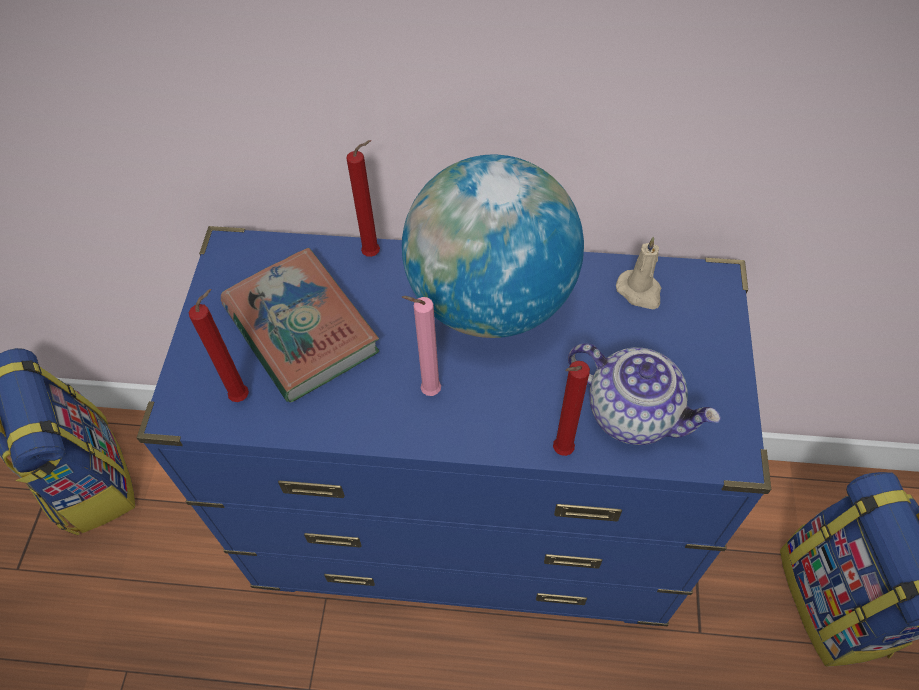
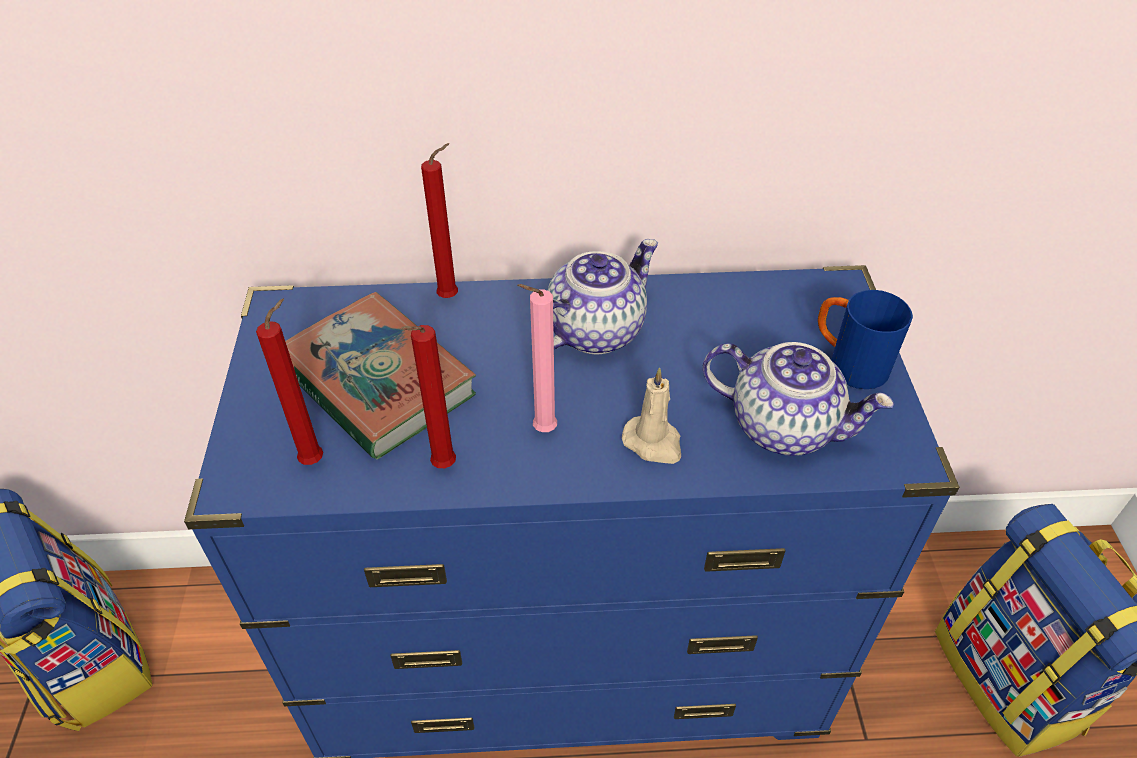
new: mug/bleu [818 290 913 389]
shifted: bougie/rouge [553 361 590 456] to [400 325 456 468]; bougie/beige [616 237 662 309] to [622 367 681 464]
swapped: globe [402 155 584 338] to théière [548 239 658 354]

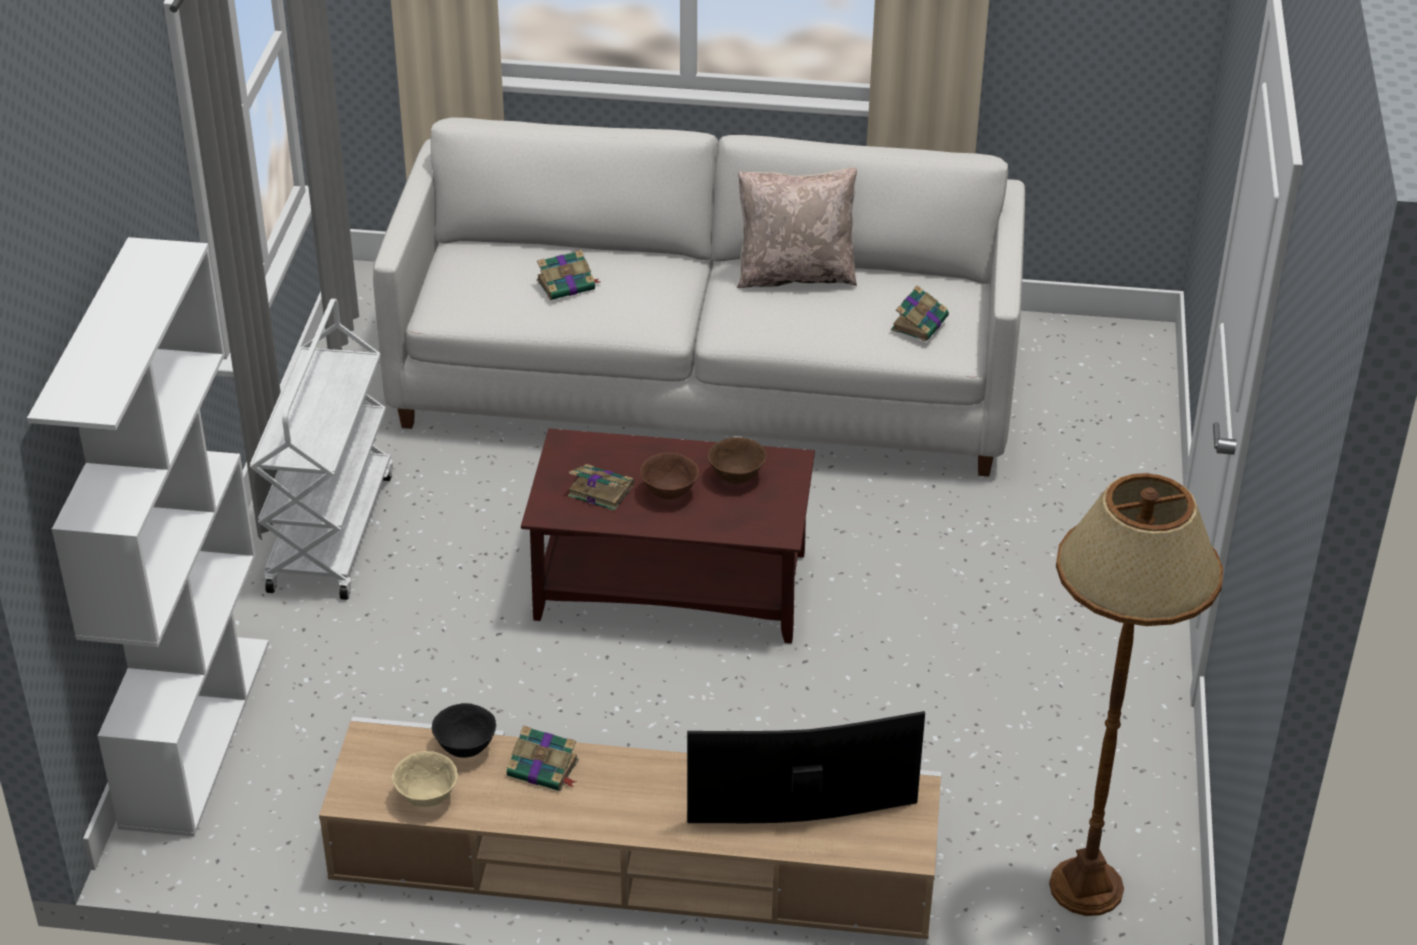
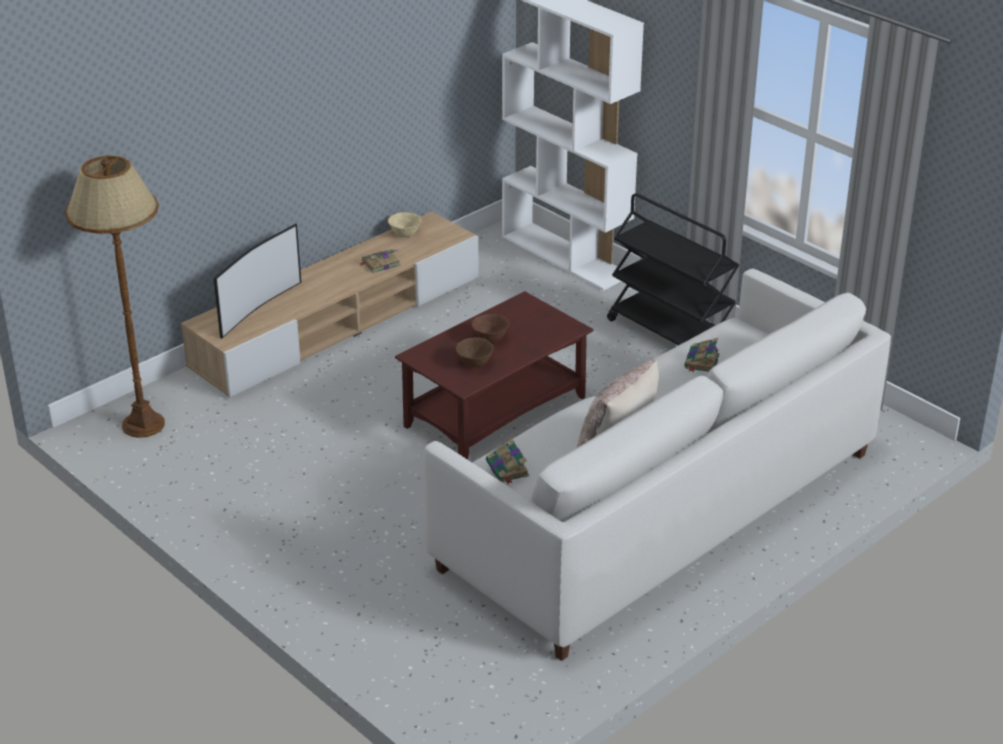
gone: bol/noir [432 703 496 758]; livre [568 464 634 511]
repainted: chariot/blanc [250 299 393 600] to chariot/noir [607 193 739 345]

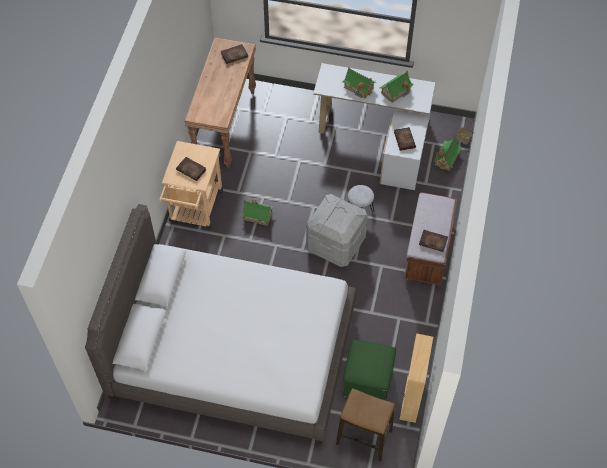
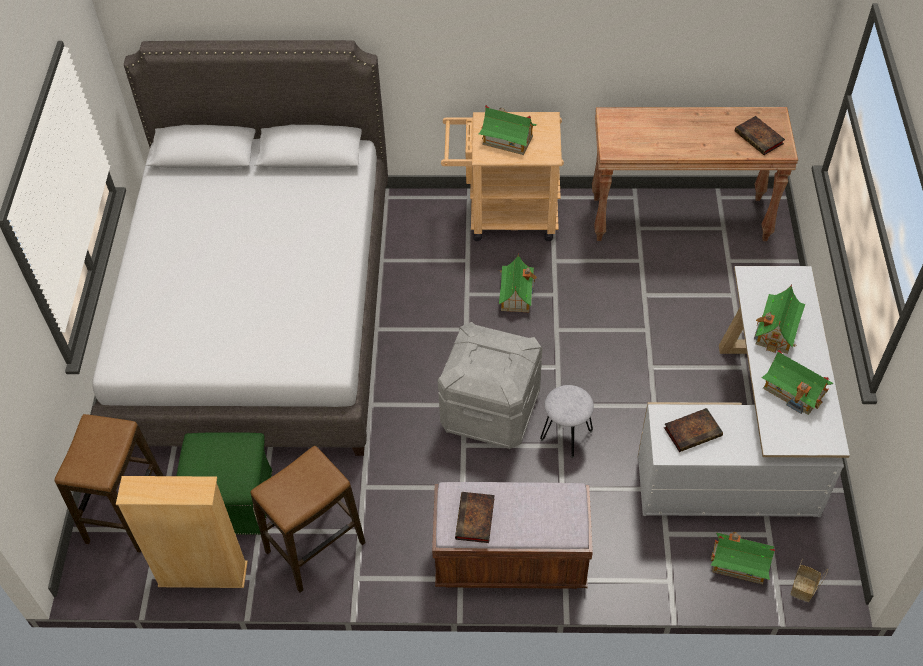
new: tabouret [251 446 366 593]
swapped: livre [176 157 206 181] to maison miniature [479 105 537 155]

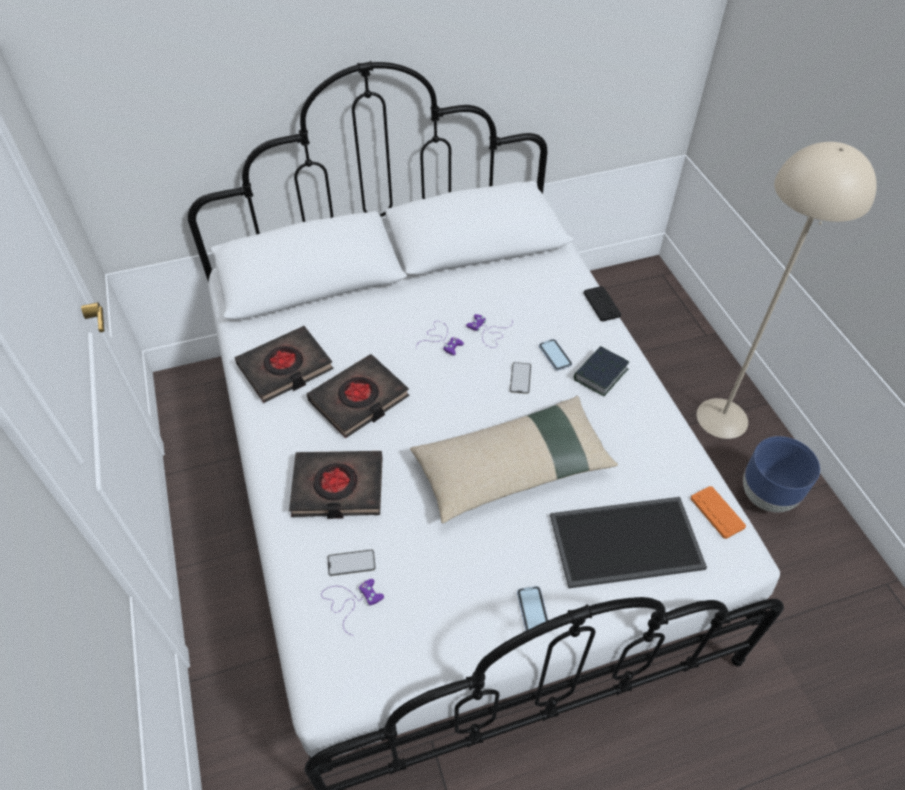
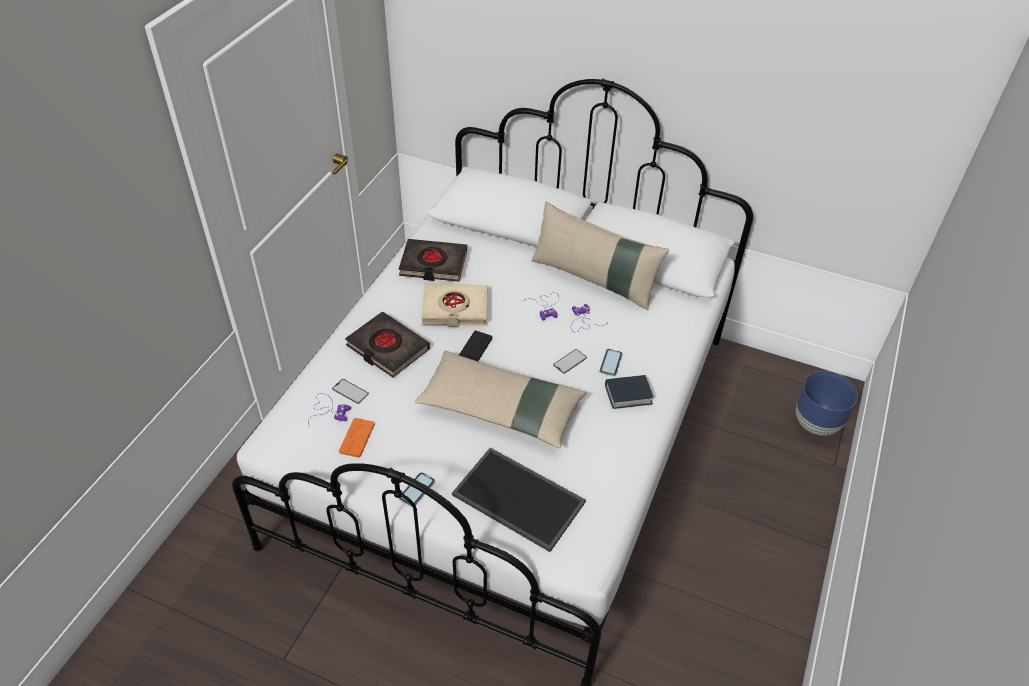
gone: lampadaire/beige [696 142 877 439]
new: coussin/beige [531 202 669 310]
shifted: manette/noir [584 286 621 322] to [459 331 492 361]; manette/orange [691 486 746 539] to [339 418 375 458]; cache-pot/bleu [743 436 820 513] to [796 371 858 436]
repainted: livre/noir [307 354 410 438] to livre/beige [421 284 487 327]

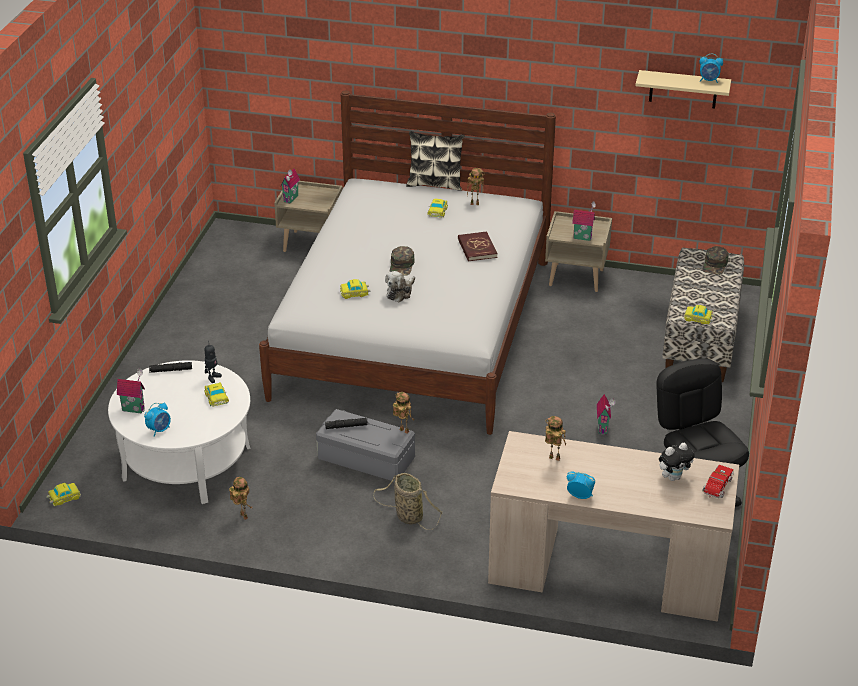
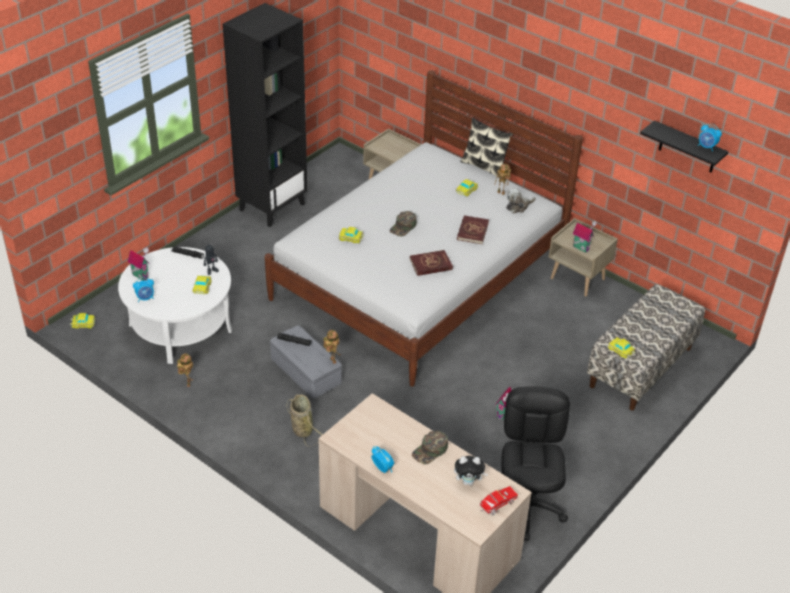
gone: maison miniature [280 168 300 204]; robot jouet [545 416 566 461]
new: bibliothèque/noir [223 3 307 227]; livre/rouge [410 250 453 276]
shifted: peluche [385 271 415 302] to [506 188 536 213]; casquette/vert [703 246 729 275] to [412 431 448 464]
repainted: étagère/beige [635 70 731 108] to étagère/noir [640 120 728 173]

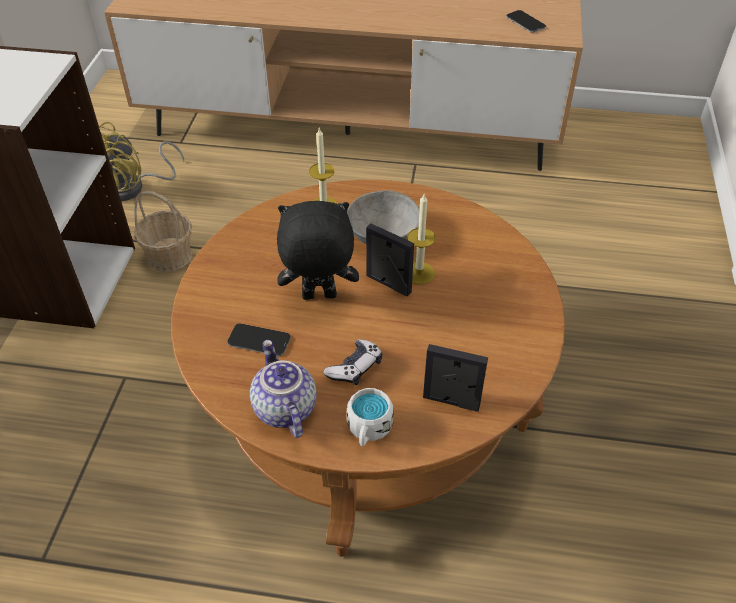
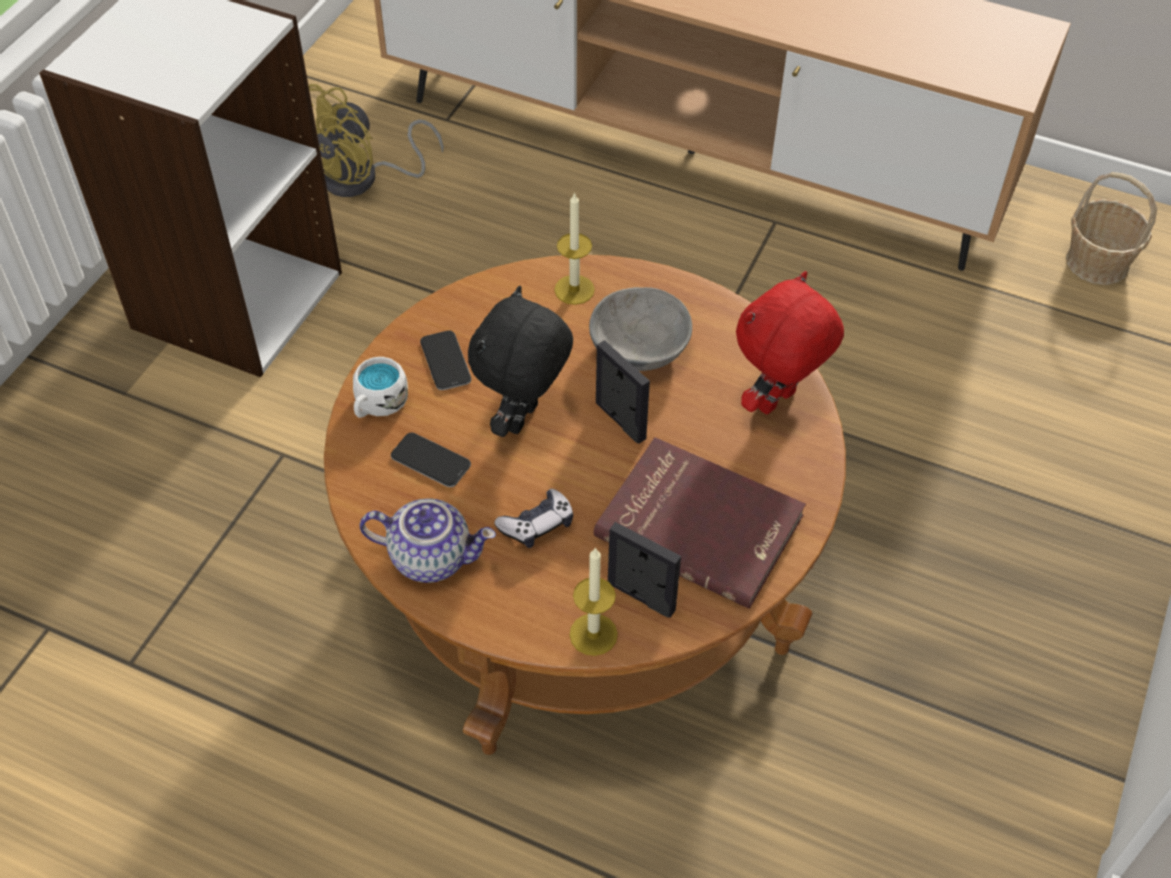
new: livre/rouge [594 437 806 609]; peluche/rouge [736 271 844 414]
shifted: panier [134 191 192 272] to [1066 172 1157 285]; mug/blanc [347 388 394 446] to [353 357 408 418]; bougie [407 194 436 285] to [569 547 618 656]; téléphone [506 10 546 33] to [420 331 471 390]
rotated: théière [250 340 317 438] = [360 499 496 583] 105 degrees clockwise; peluche/noir [277 201 359 300] = [468 286 573 437] 75 degrees counterclockwise

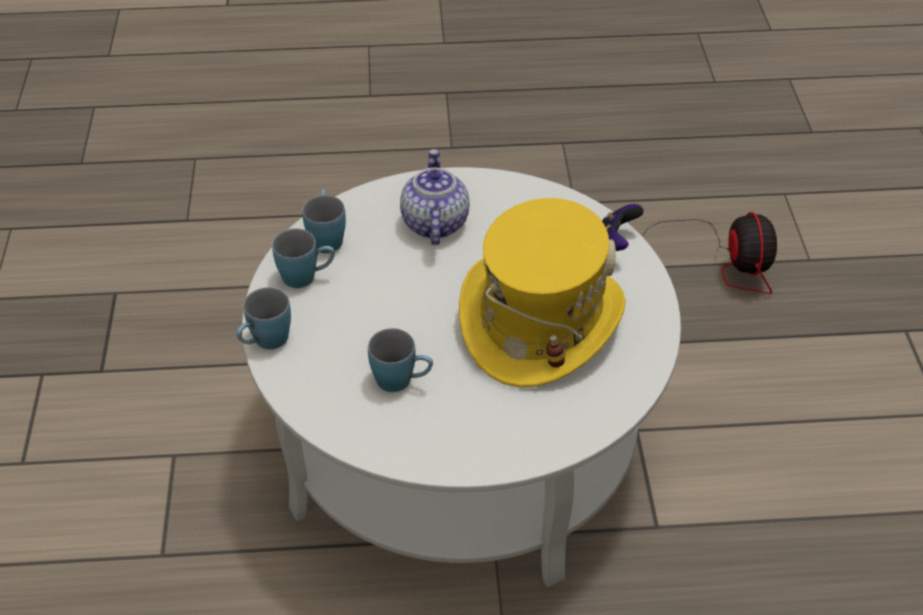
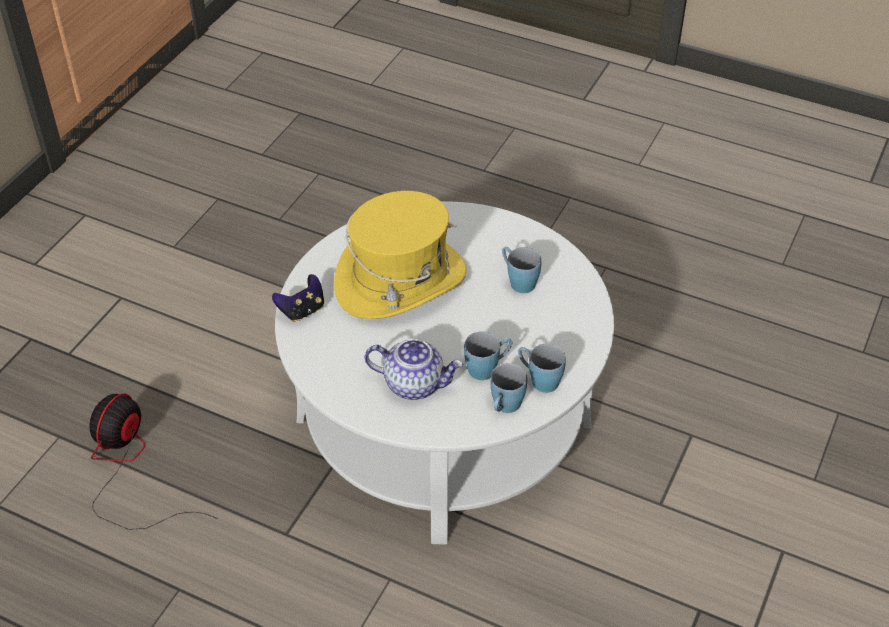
shifted: mug/bleu [236 287 291 349] to [464 331 512 380]
rotated: théière [400 149 470 245] = [365 339 463 400] 105 degrees counterclockwise

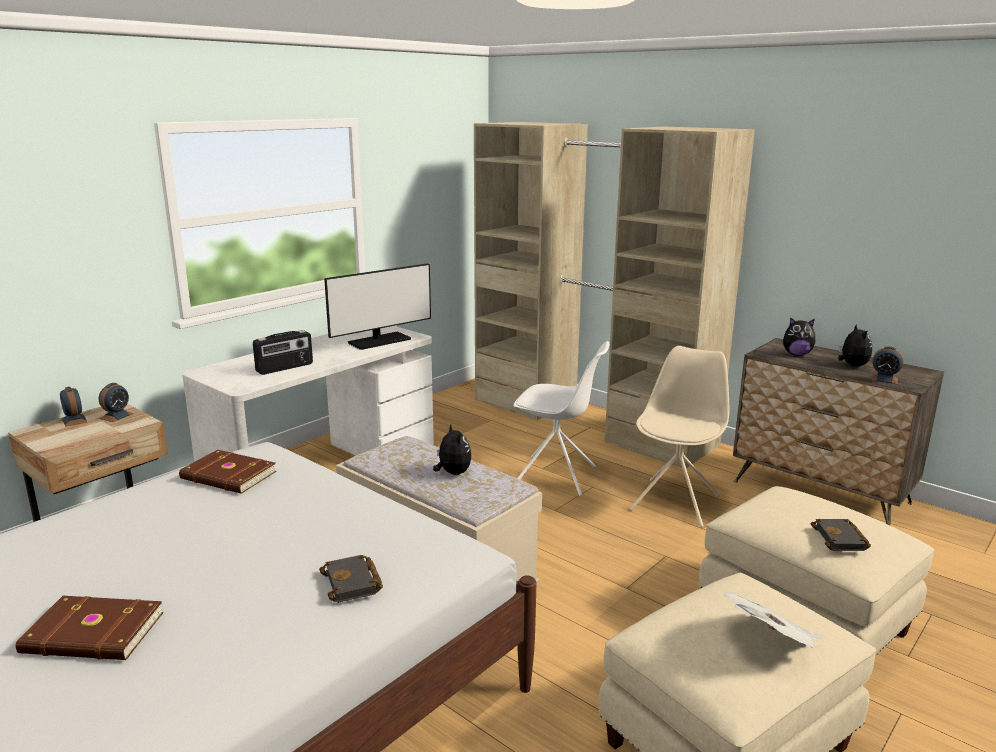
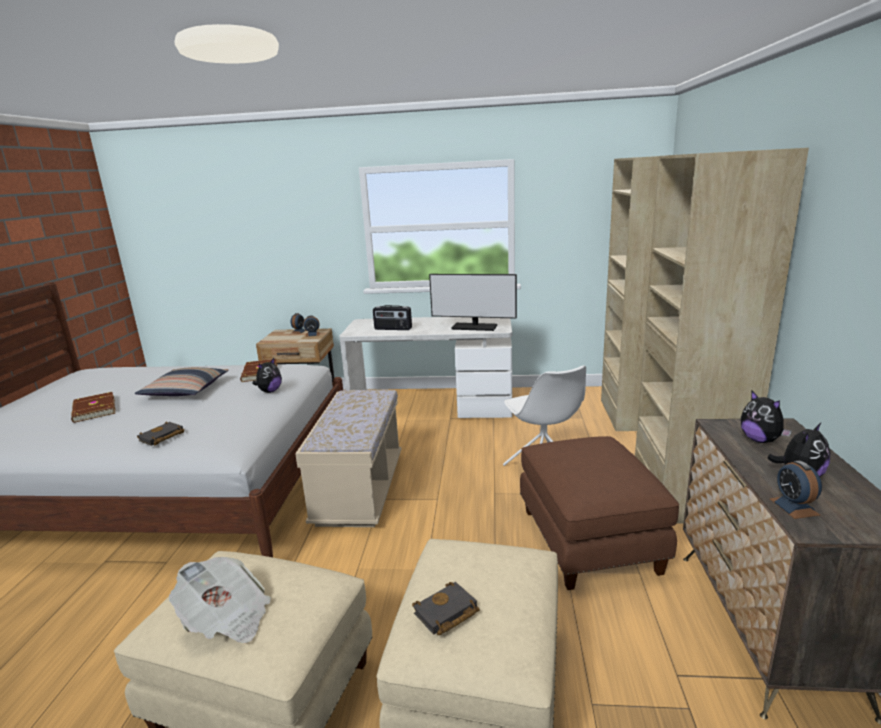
new: coussin [134 367 229 396]
shifted: peluche [433 424 472 475] to [252 358 282 393]
swapped: chaise/beige [629 346 729 528] to pouf/marron [520 436 679 590]

